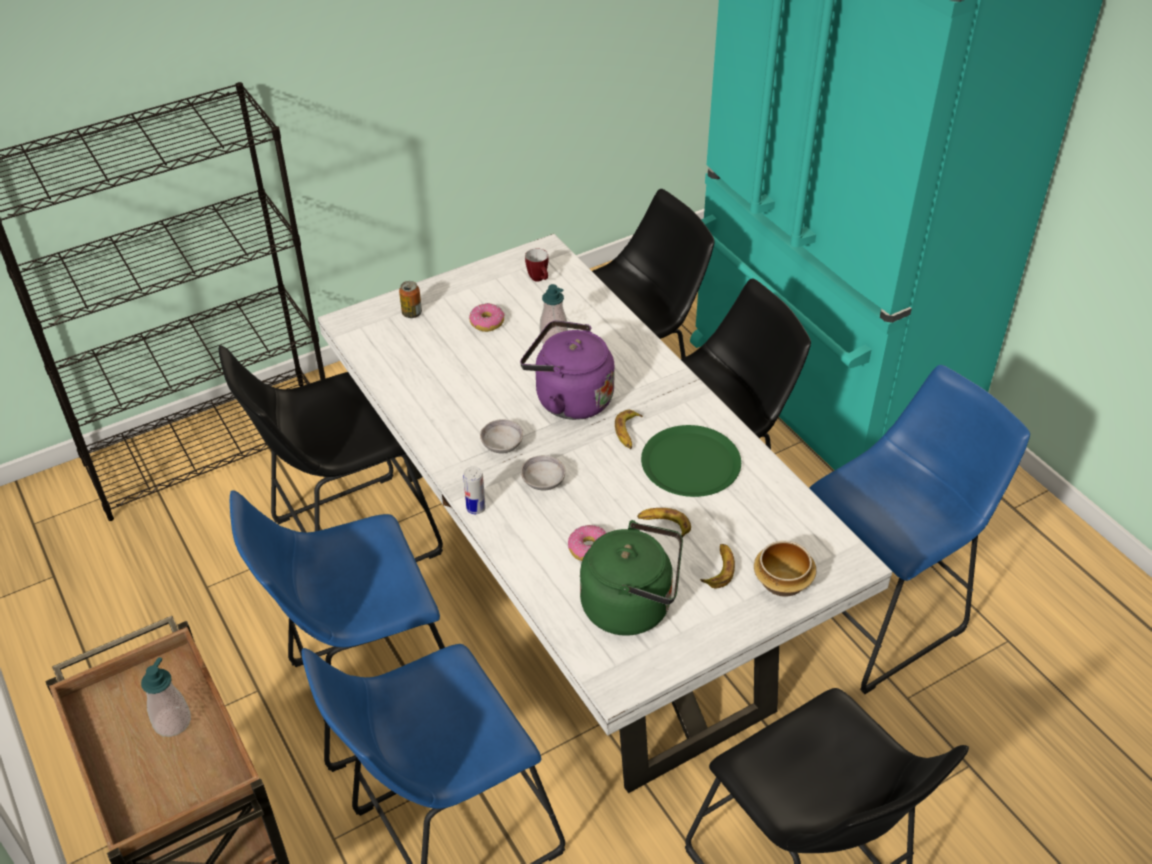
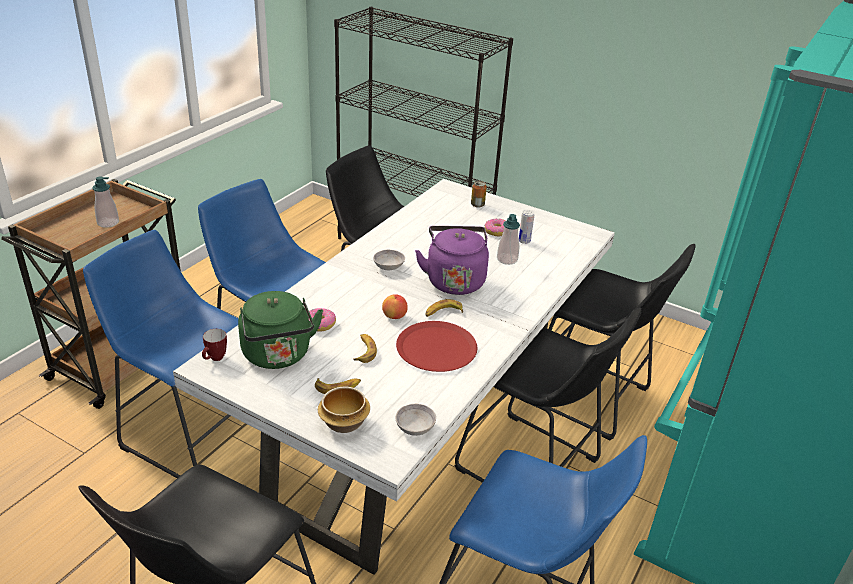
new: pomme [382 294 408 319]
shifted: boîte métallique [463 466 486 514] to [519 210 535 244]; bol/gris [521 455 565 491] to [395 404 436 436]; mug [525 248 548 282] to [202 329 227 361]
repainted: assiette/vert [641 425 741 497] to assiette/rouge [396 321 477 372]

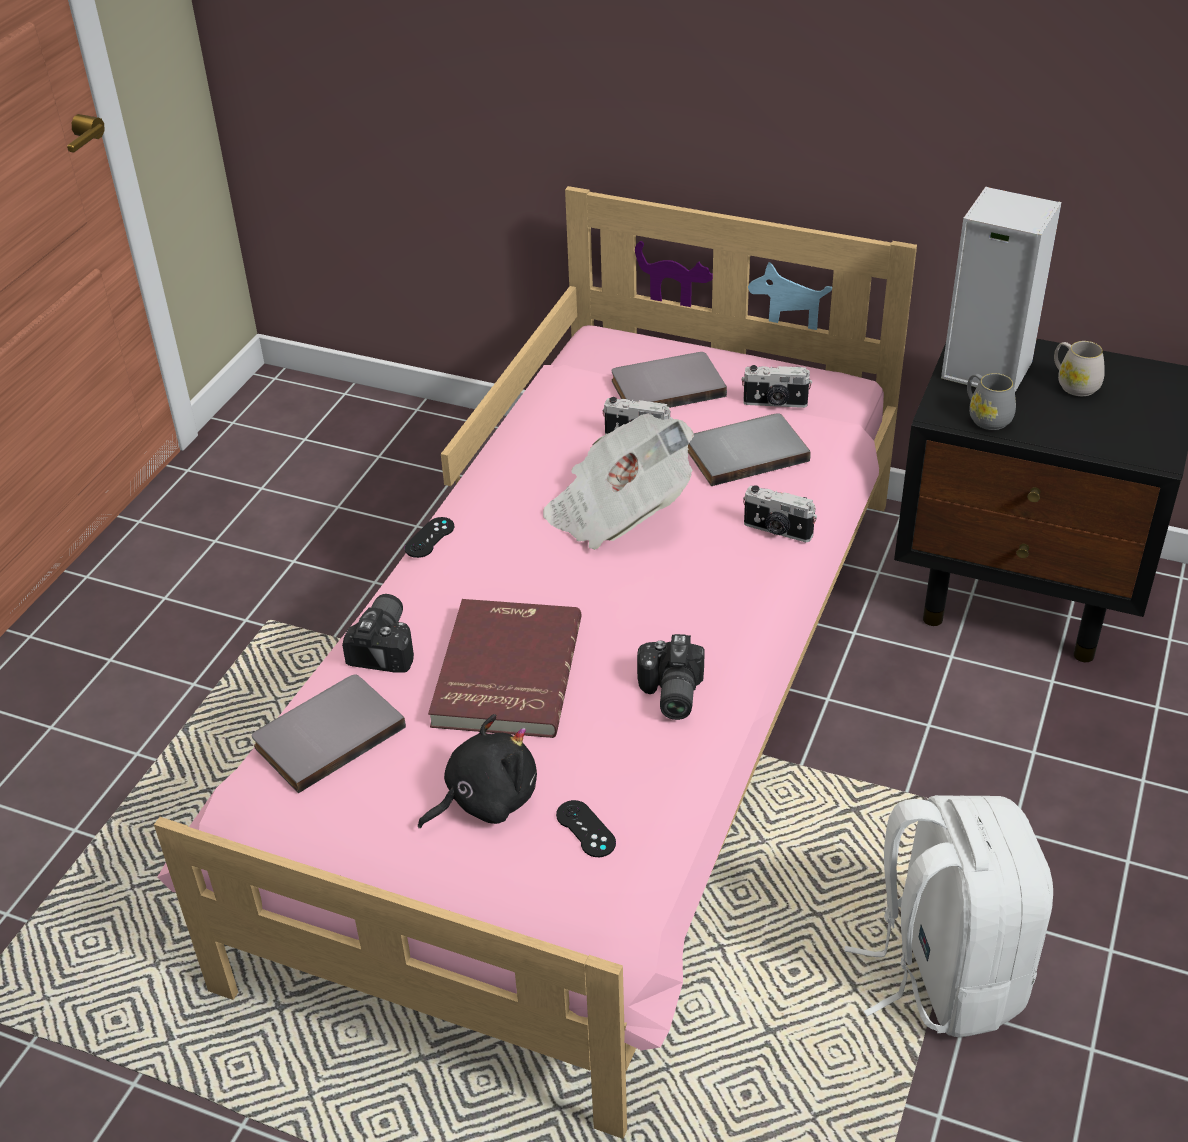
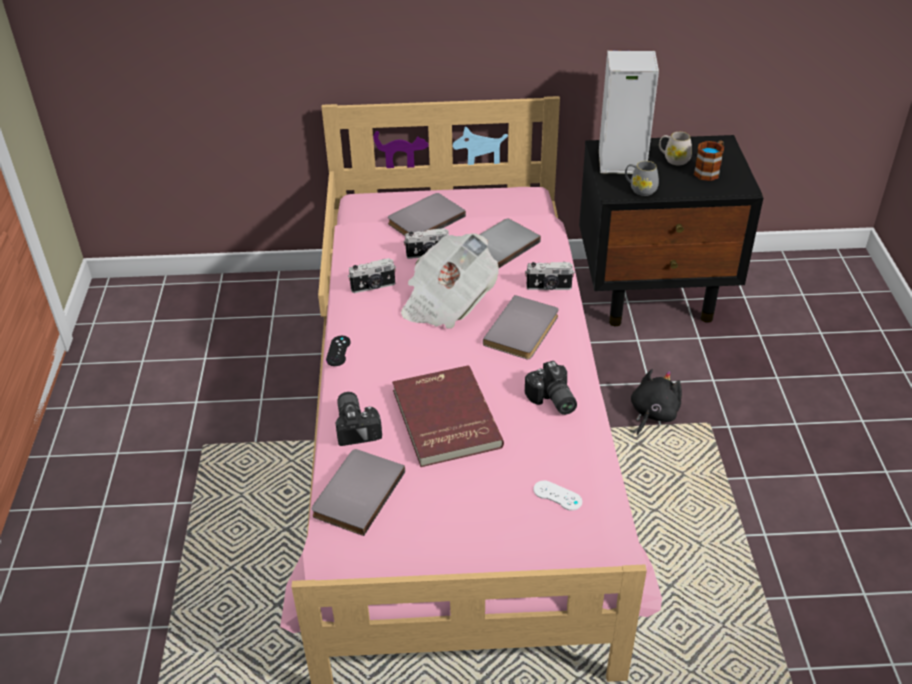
gone: sac à dos/blanc [844 795 1053 1037]
new: livre/gris [483 295 558 359]; mug [694 140 724 181]
shifted: peluche/noir [418 714 537 828] to [631 369 682 435]; appareil photo [742 365 812 408] to [348 258 396 293]
repainted: manette/noir [556 800 616 857] to manette/blanc [533 480 582 511]

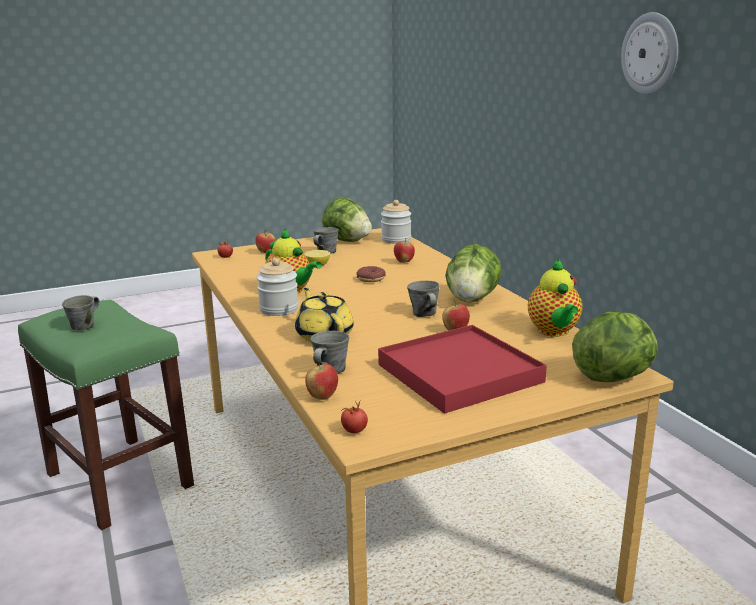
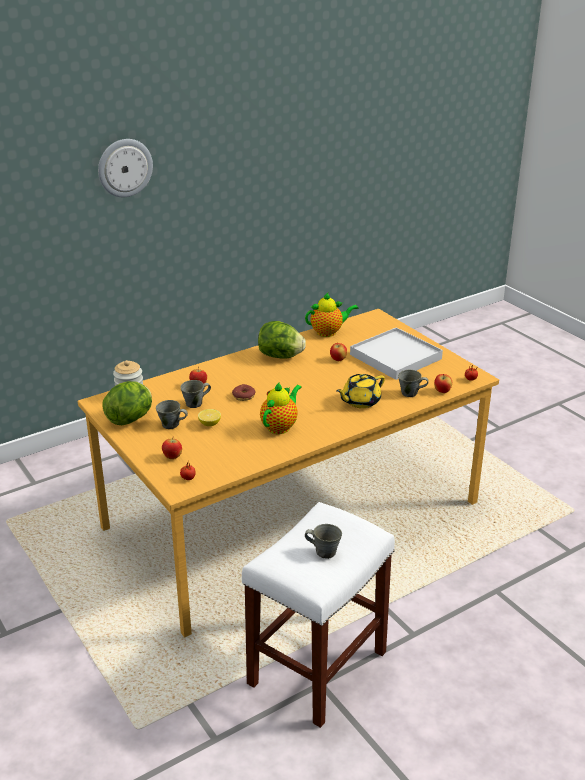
gone: bocal [257 258 299 316]; laitue [572 312 658 382]
shifted: mug/gris [407 281 440 317] to [180 380 211 408]
repainted: tabouret/vert [18 300 194 530] to tabouret/blanc [242 502 395 728]; plateau/rouge [378 325 547 414] to plateau/blanc [350 327 443 380]

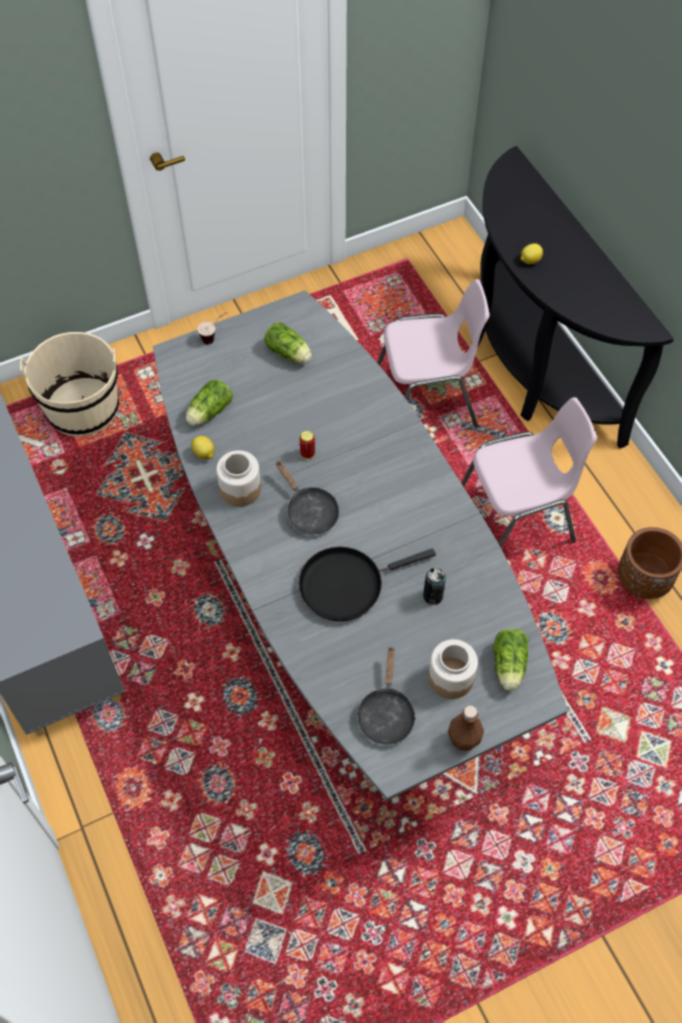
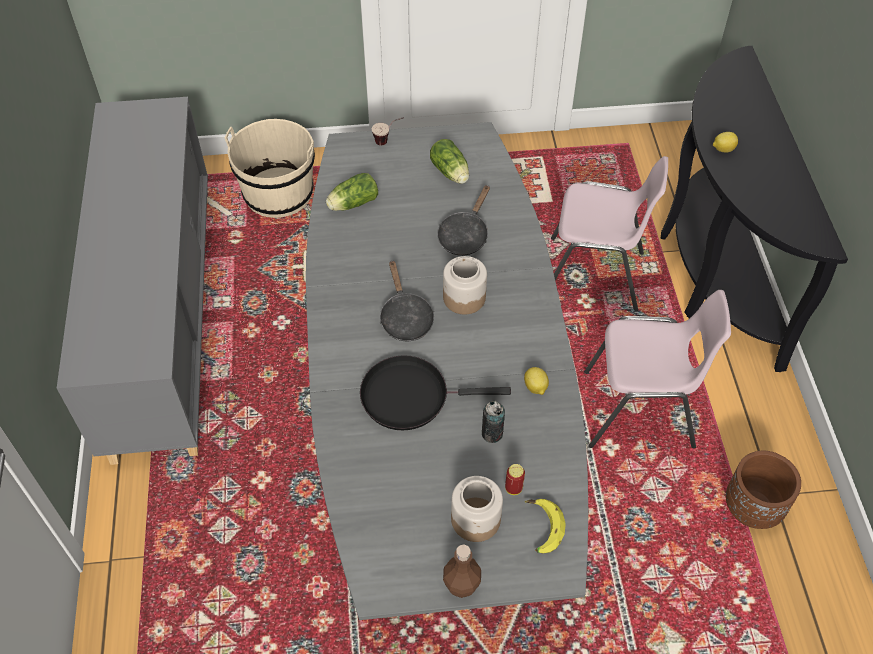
shifted: citron [191 436 214 459] to [524 367 549 395]; bocal [216 450 261 507] to [443 256 487 314]; boîte métallique [300 431 315 459] to [505 464 525 495]; poêle/noir [356 647 416 745] to [437 185 490 256]
swapped: laitue [494 629 529 691] to banane [525 499 566 554]

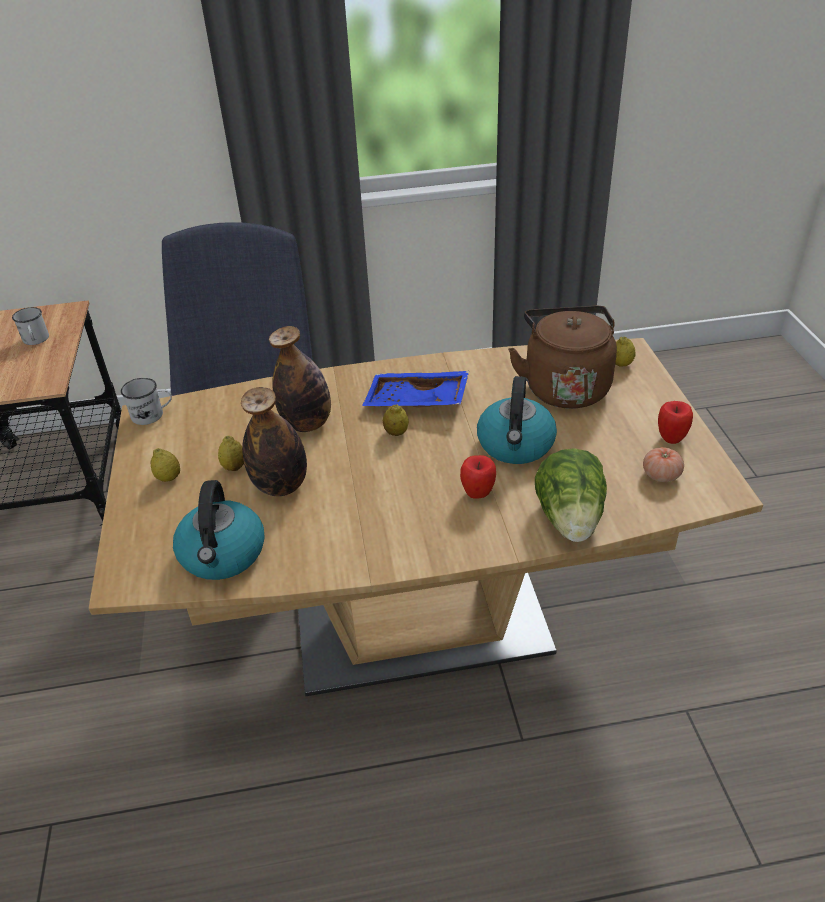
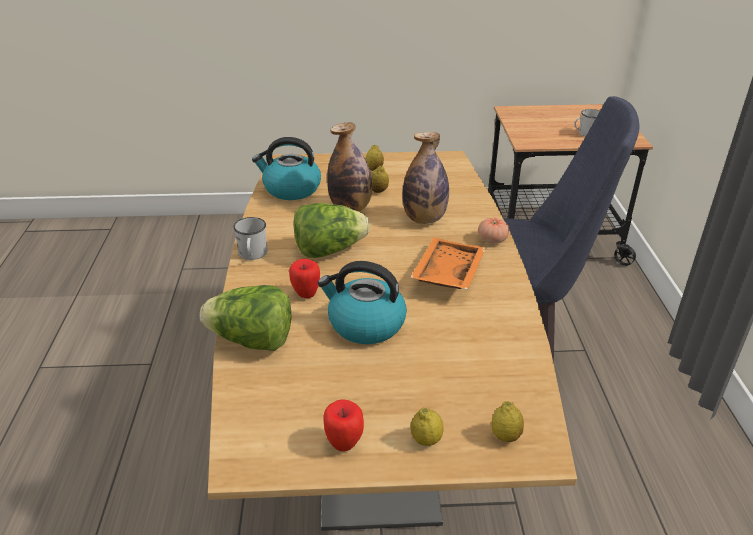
gone: bouilloire/marron [508 306 617 409]
new: laitue [293 203 370 258]
shifted: mug/blanc [121 378 172 425] to [233 217 268 260]; citron [383 405 409 436] to [410 408 444 446]; tomate [643 447 684 482] to [478 218 510 244]
repainted: plateau/bleu [362 371 469 408] to plateau/orange [410 237 485 289]

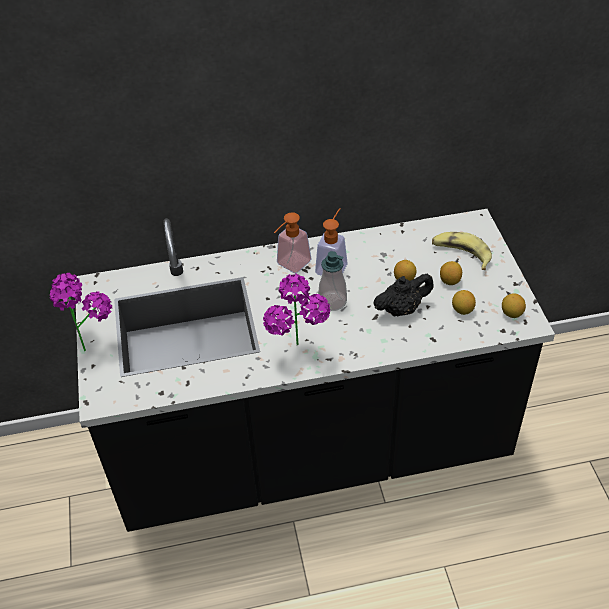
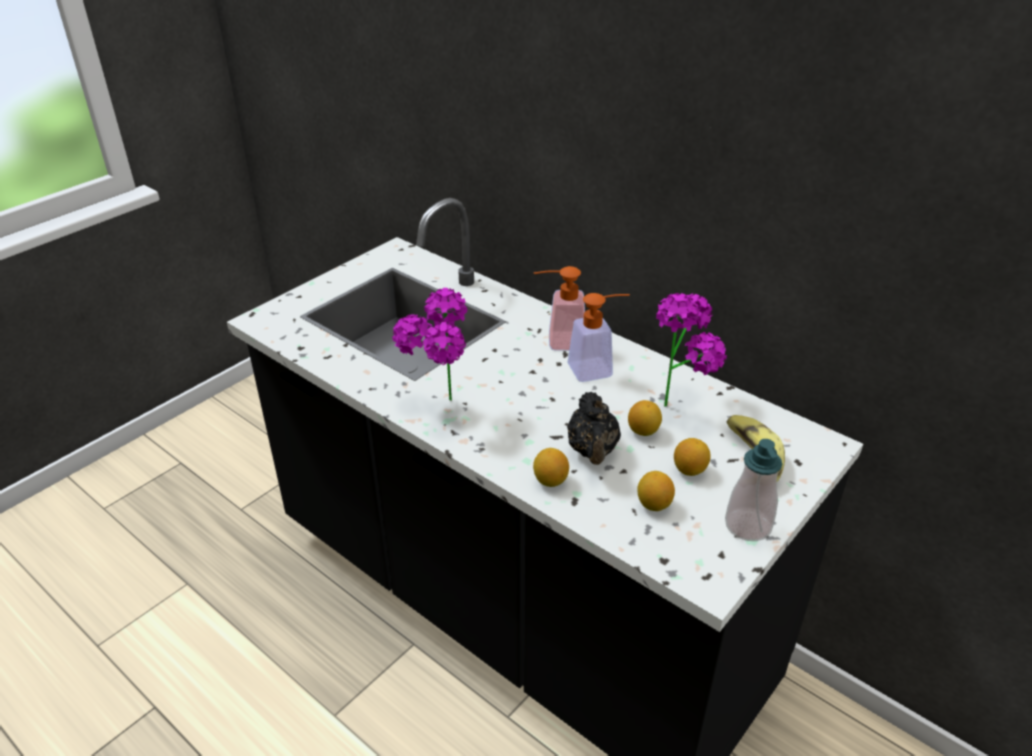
shifted: plante en pot [50 273 112 352] to [656 293 727 407]; distributeur de savon [319 251 347 311] to [725 439 782 541]; citron [502 293 526 318] to [533 448 569 487]
rotated: théière/noir [373 274 434 317] = [567 392 621 465] 60 degrees clockwise

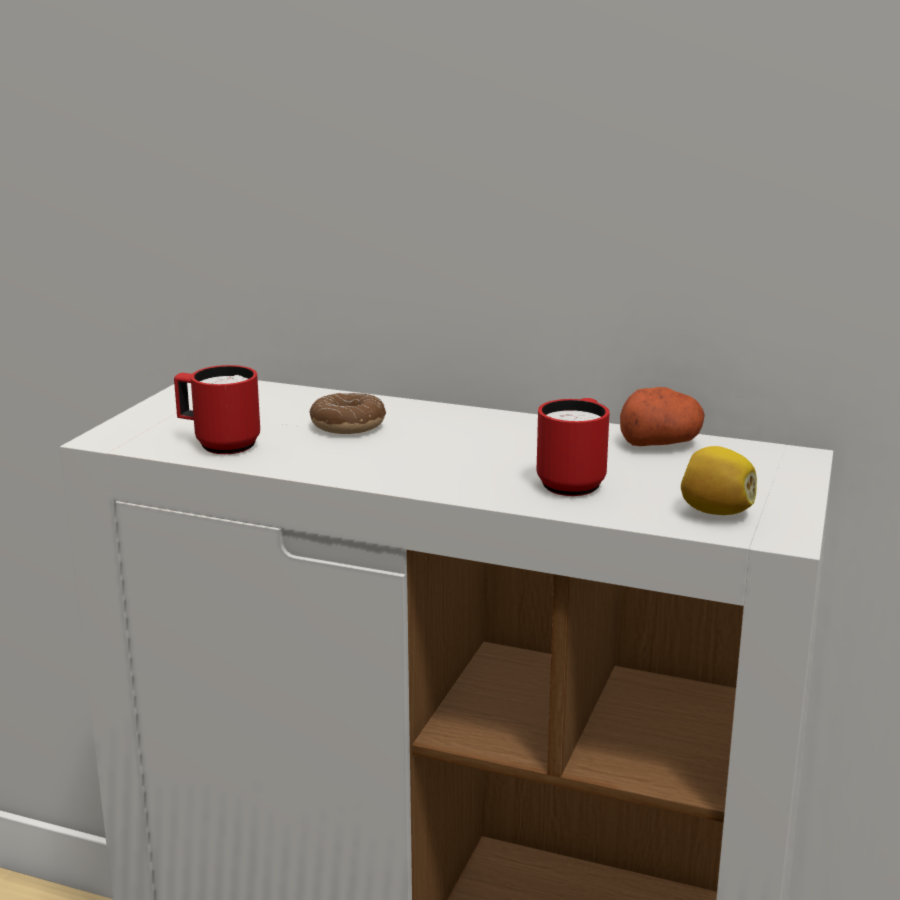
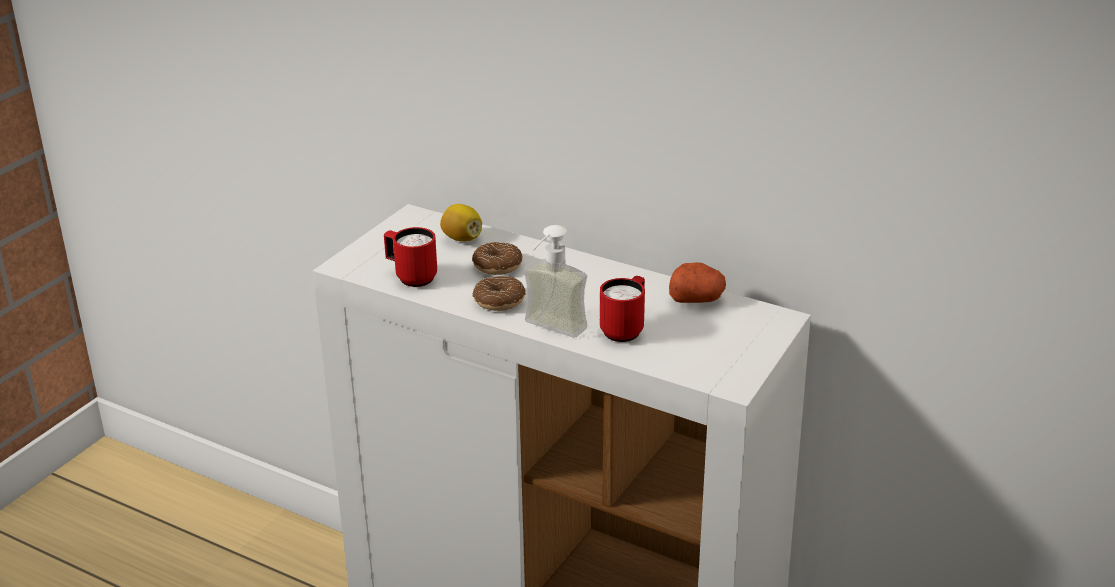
new: beignet [473 276 526 311]; distributeur de savon [524 225 587 338]
shifted: citron [681 446 757 515] to [440 204 482 242]

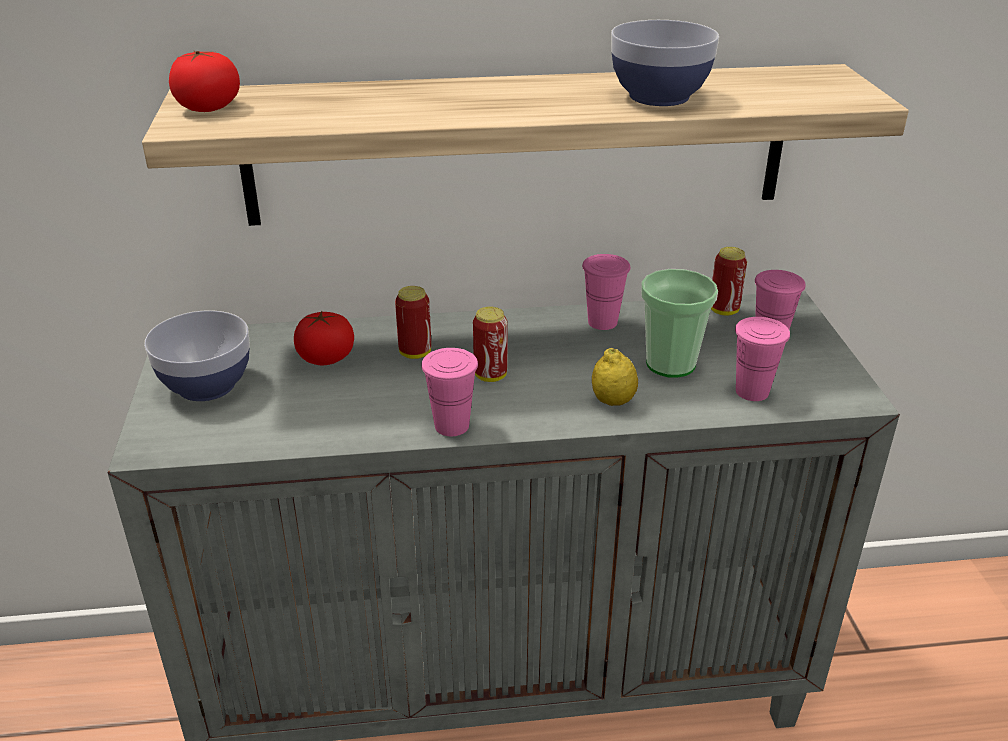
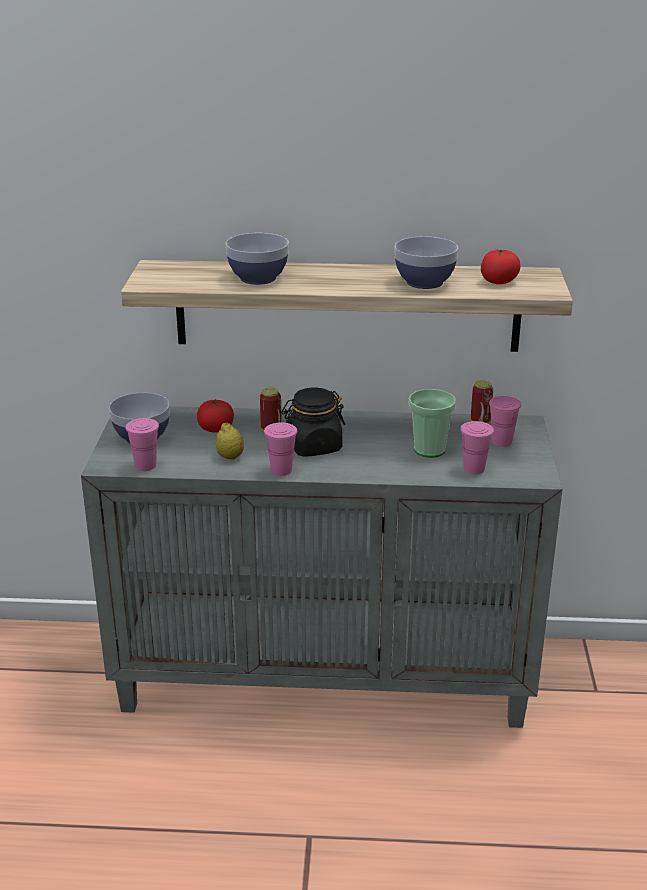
new: bol [225 233 289 285]
shifted: tomate [169 50 240 112] to [481 249 521 284]; tasse/rose [582 254 630 330] to [125 418 159 471]; citron [592 348 638 406] to [216 423 244 459]
swapped: boîte métallique [473 306 507 382] to bocal/noir [281 388 345 457]

